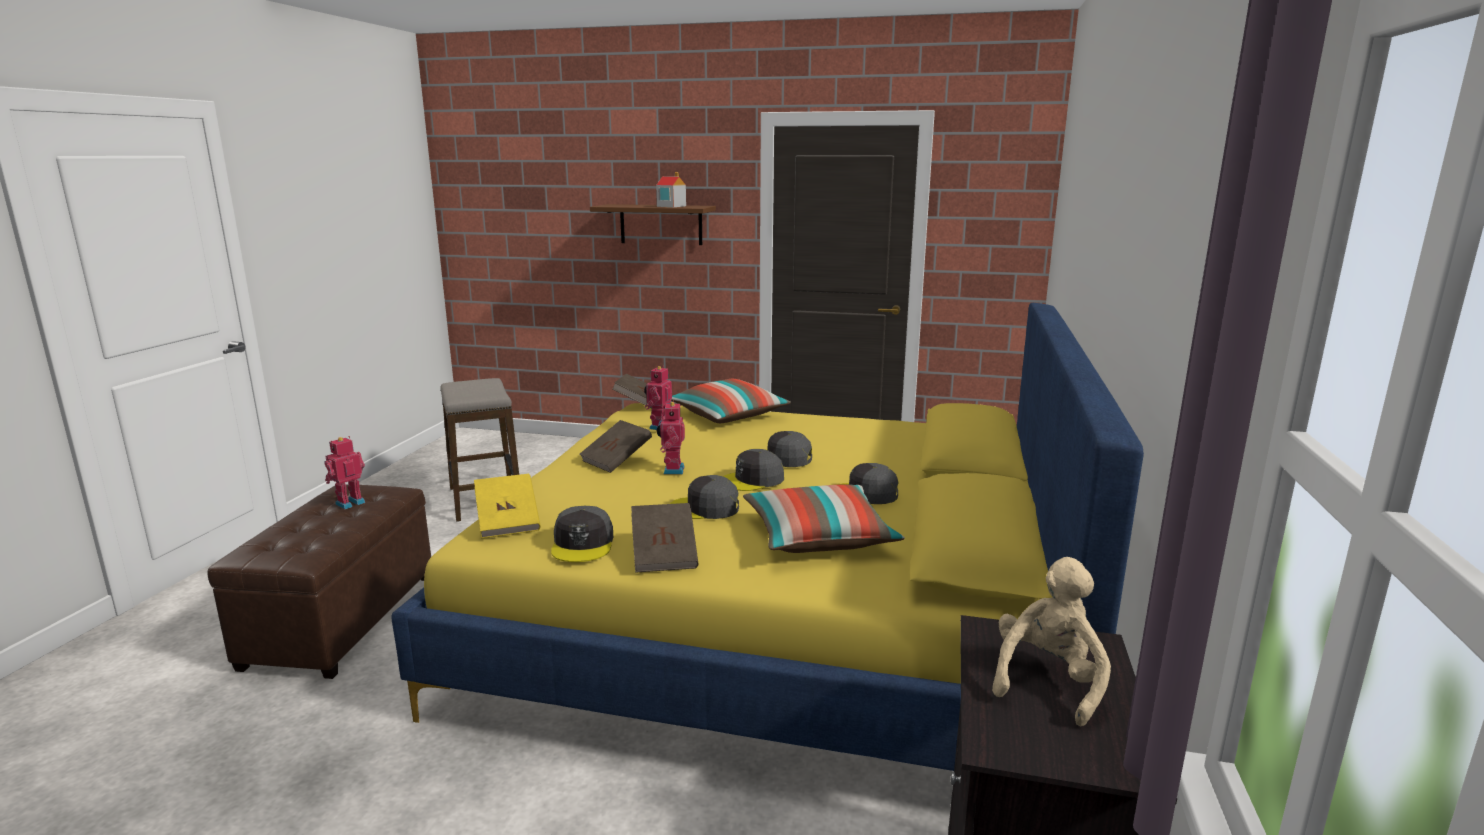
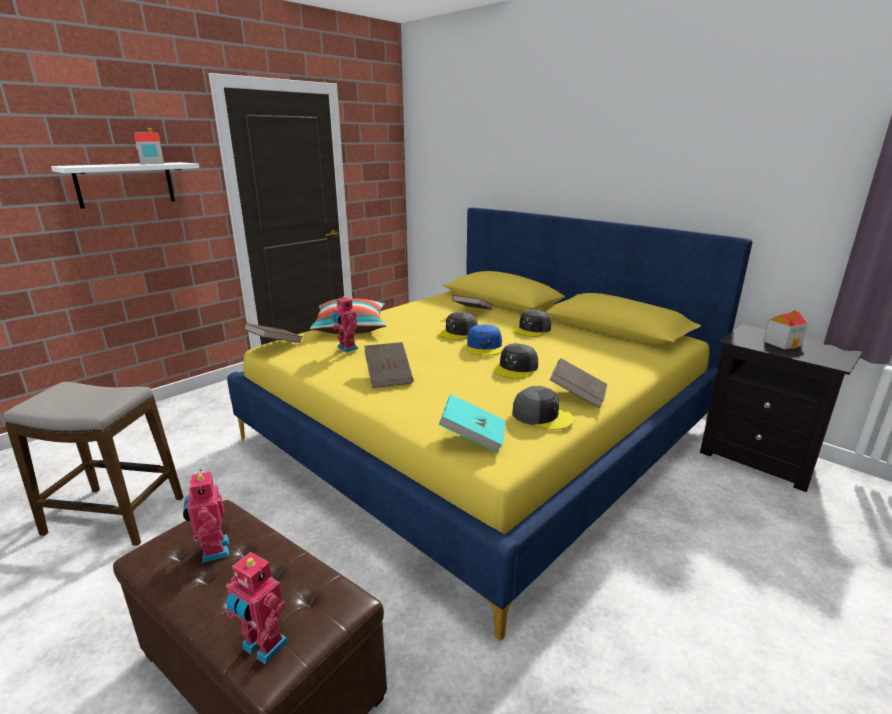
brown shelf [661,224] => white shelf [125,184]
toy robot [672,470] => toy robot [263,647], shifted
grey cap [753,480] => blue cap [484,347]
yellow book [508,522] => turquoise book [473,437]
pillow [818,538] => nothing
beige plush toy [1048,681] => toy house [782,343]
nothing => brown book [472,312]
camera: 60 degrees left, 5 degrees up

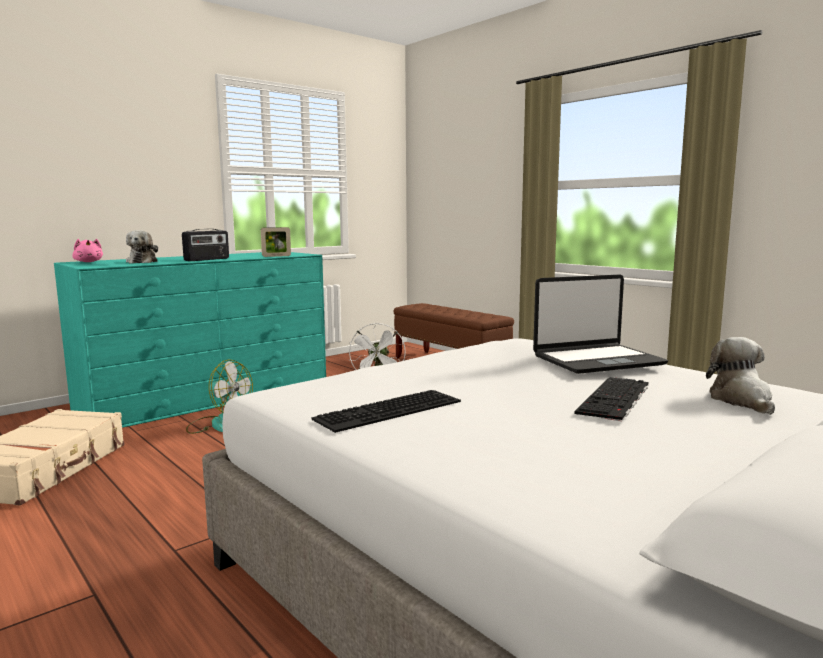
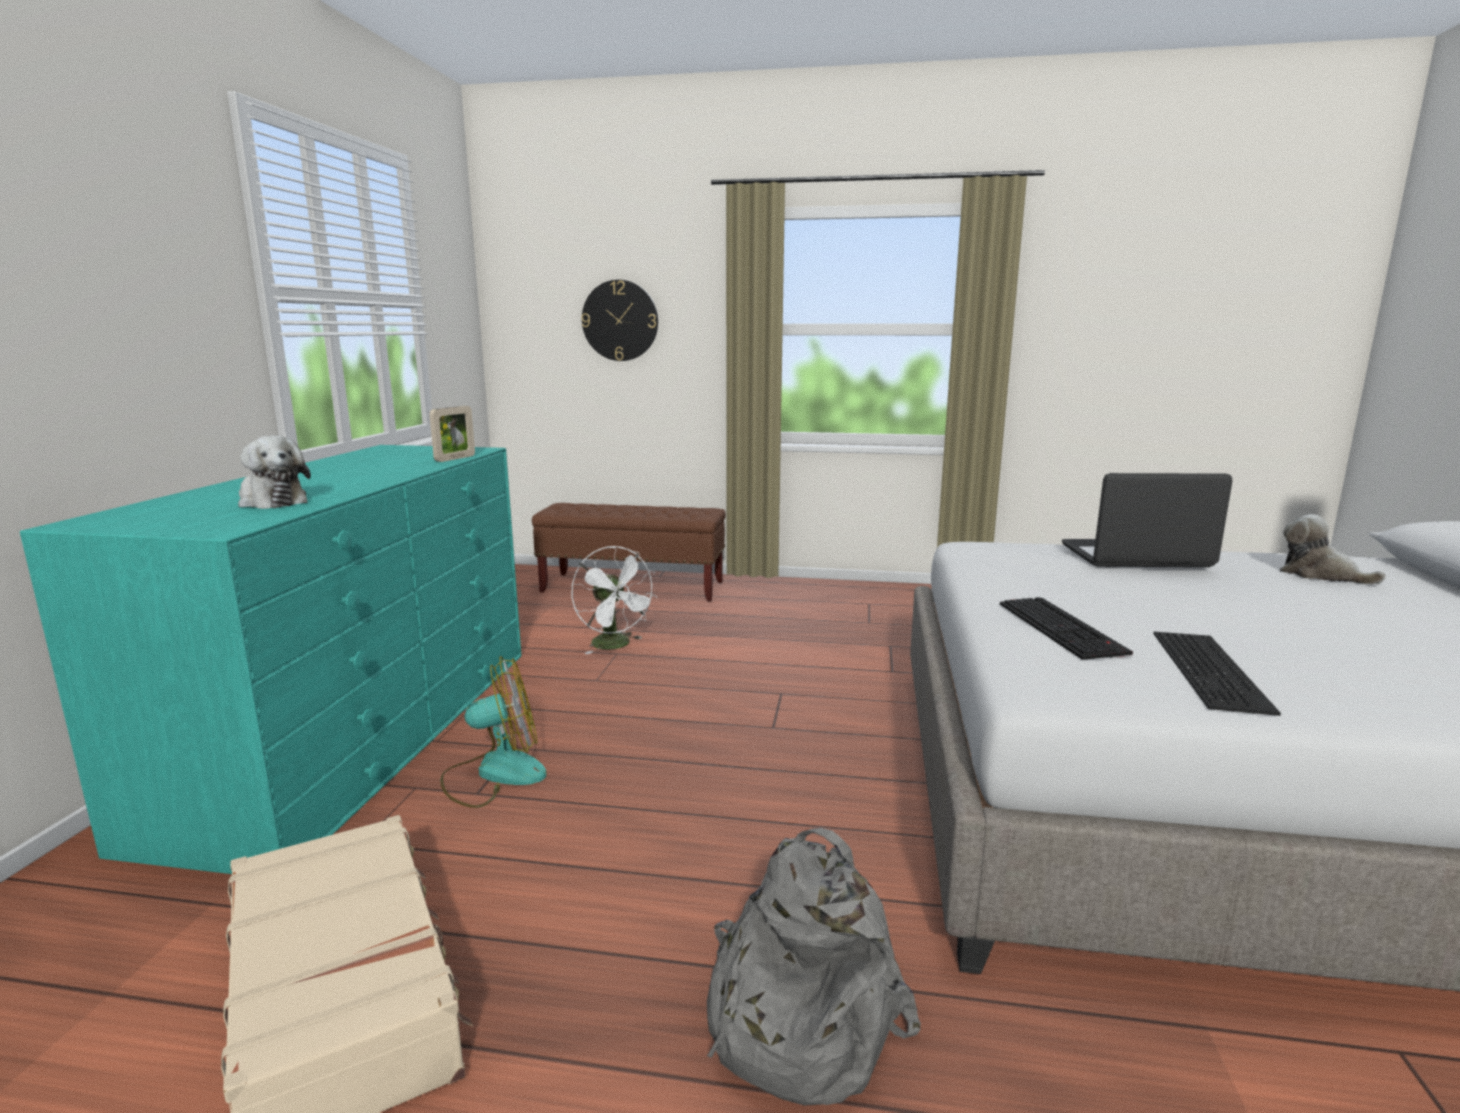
radio [207,259] => nothing
pink plush toy [88,262] => nothing
laptop [597,360] => laptop [1136,557], 120 degrees counterclockwise
keyboard [615,399] => keyboard [1063,628], shifted
nothing => wall clock [620,320]
nothing => grey backpack [796,1019]
camera: 40 degrees left, 5 degrees up

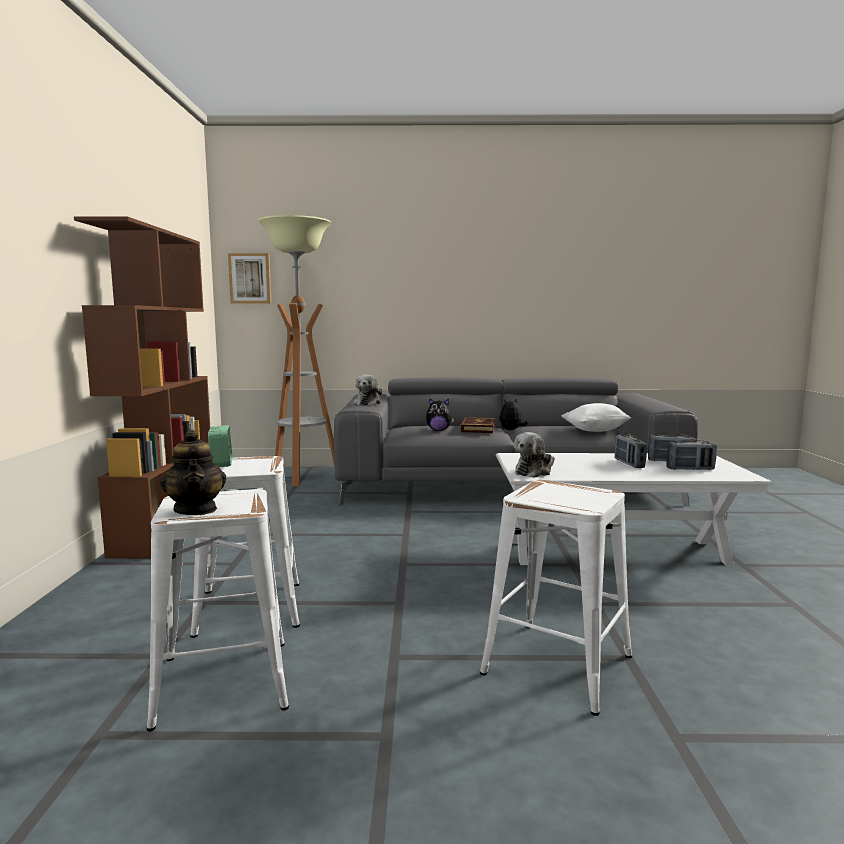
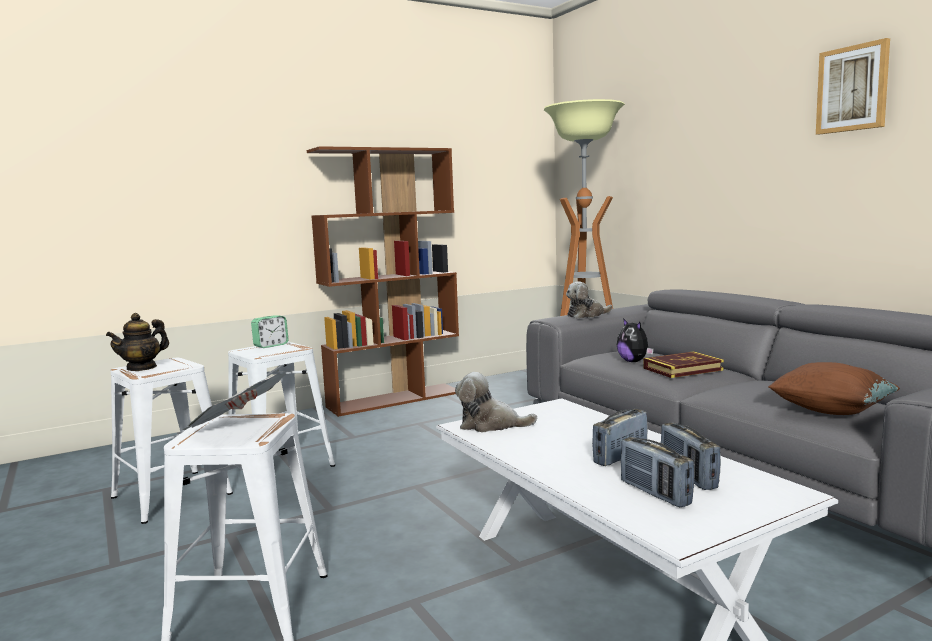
picture [250,278] => picture [852,89], shifted
plush toy [511,430] => nothing
white pillow [595,430] => brown pillow [831,411]
nothing => newspaper [238,428]
camera: 60 degrees right, 0 degrees up

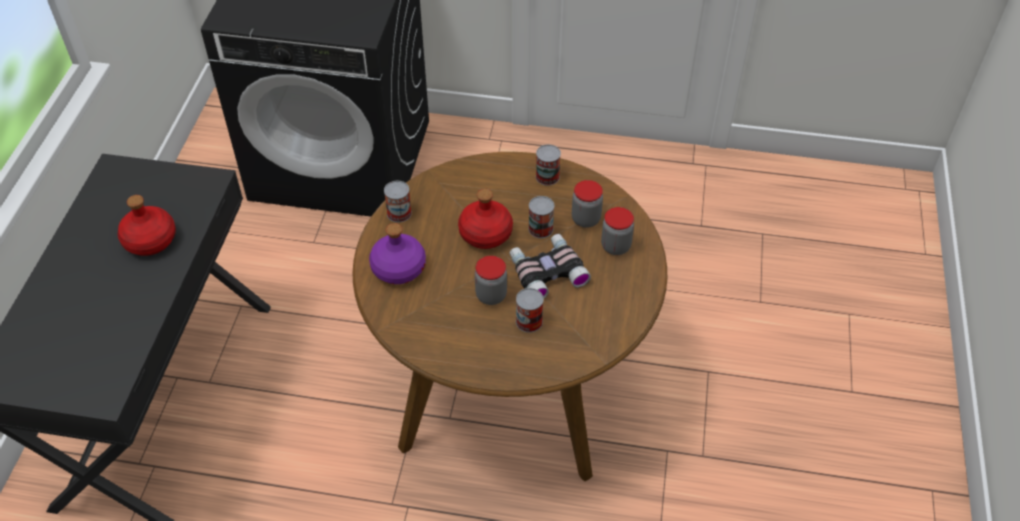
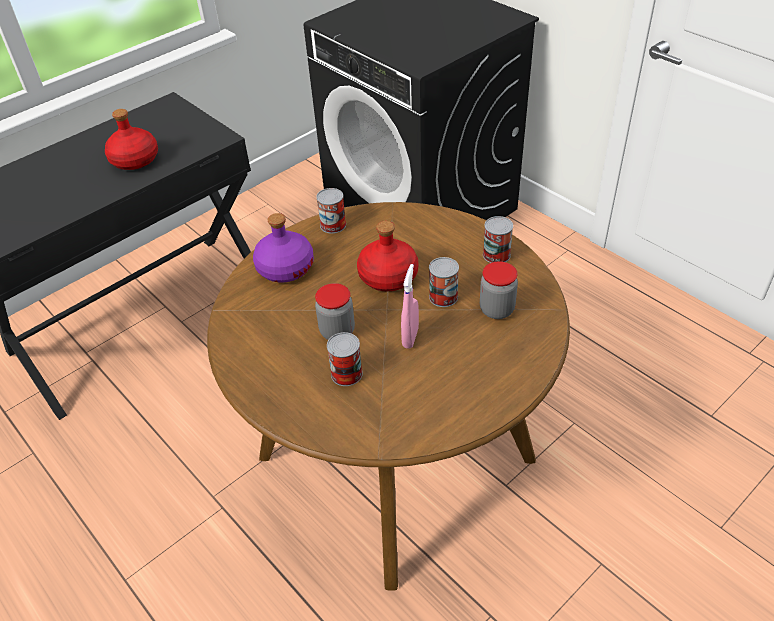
jar [615,246] => nothing
binoculars [547,271] => pink spray bottle [410,337]
camera: 40 degrees right, 5 degrees down

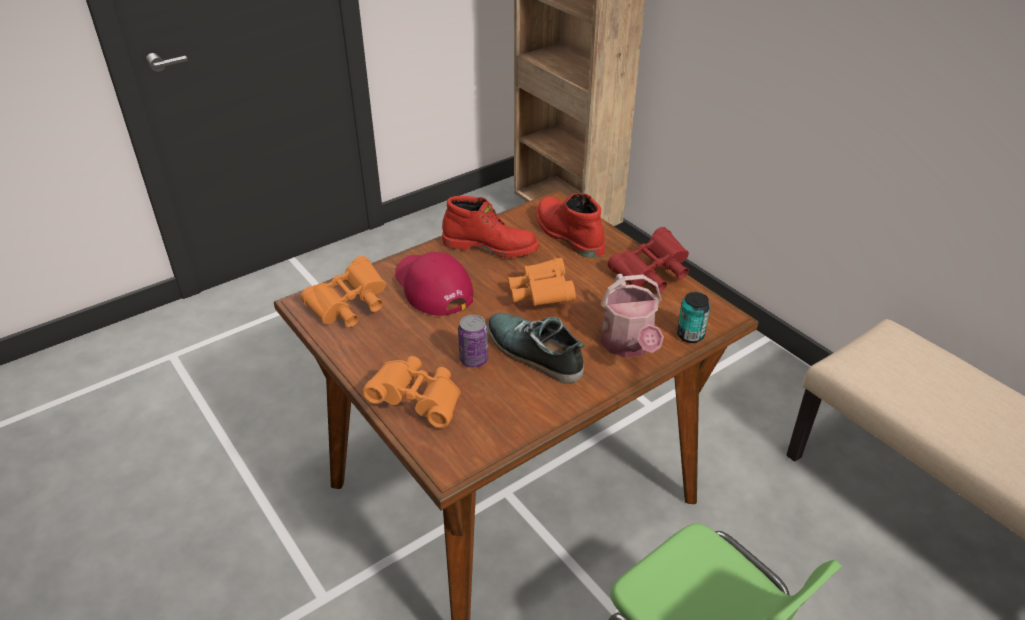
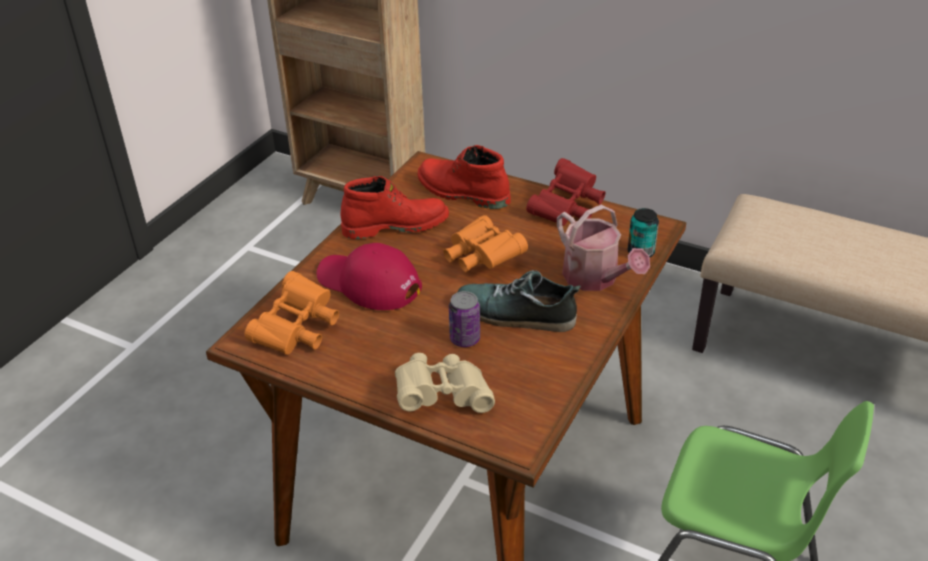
orange binoculars [418,402] => beige binoculars [442,396]
camera: 25 degrees left, 0 degrees up

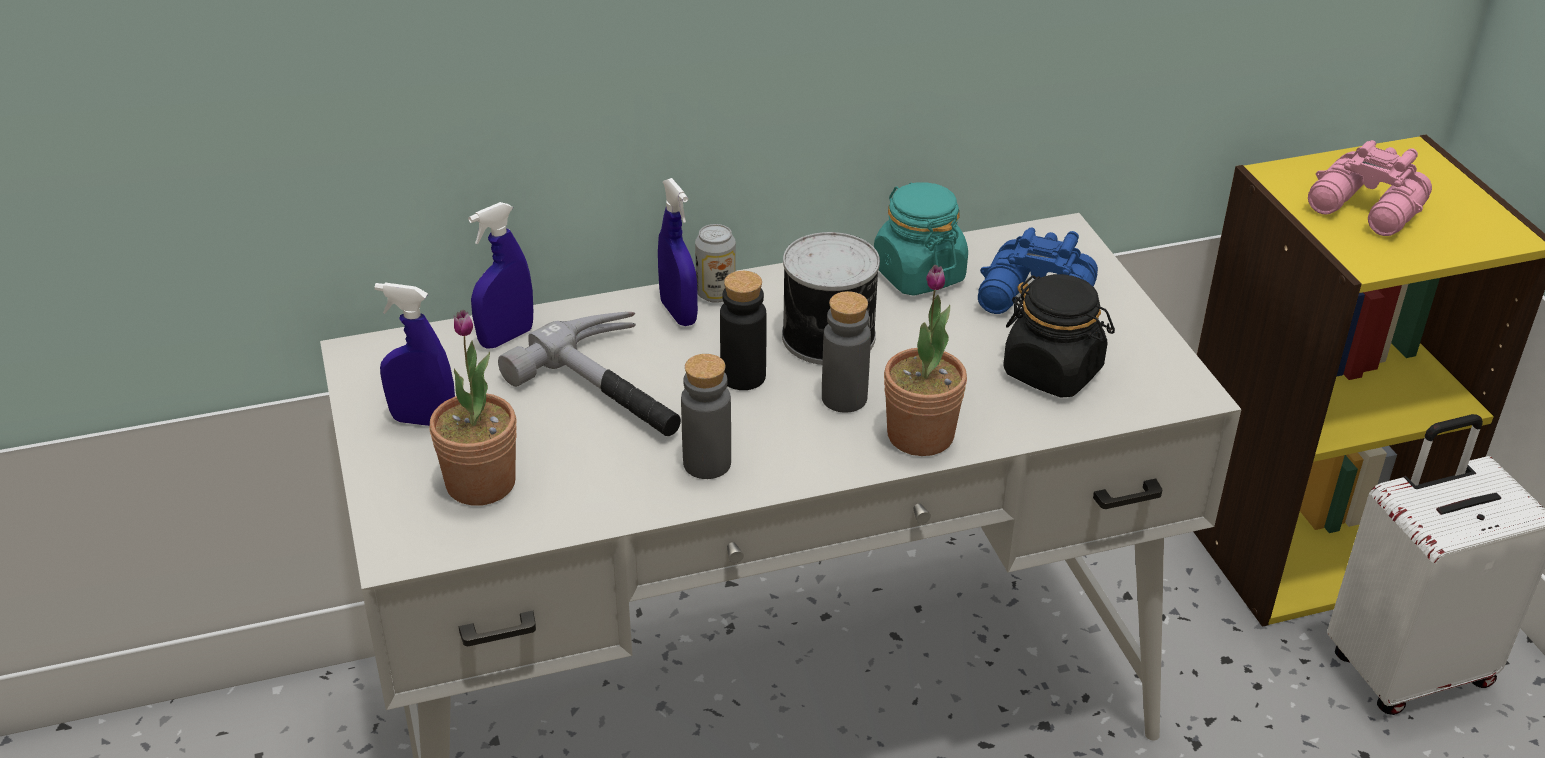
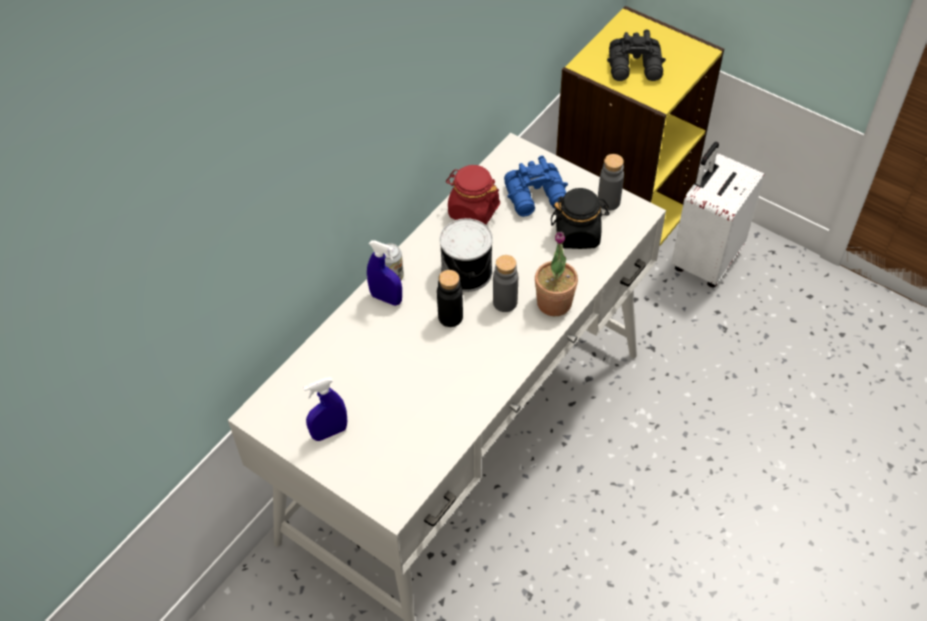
pink binoculars [1366,210] => black binoculars [636,68]
turquoise jar [918,274] => red jar [473,211]
blue spray bottle [506,337] => nothing
potted plant [480,483] => nothing
hammer [618,387] => nothing
grey bottle [707,463] => grey bottle [608,202], shifted
camera: 35 degrees left, 15 degrees up

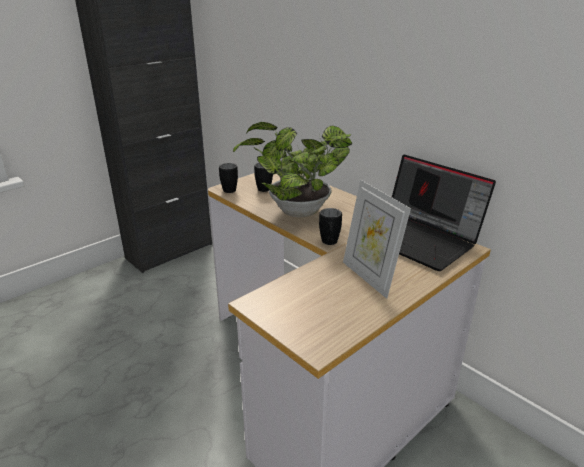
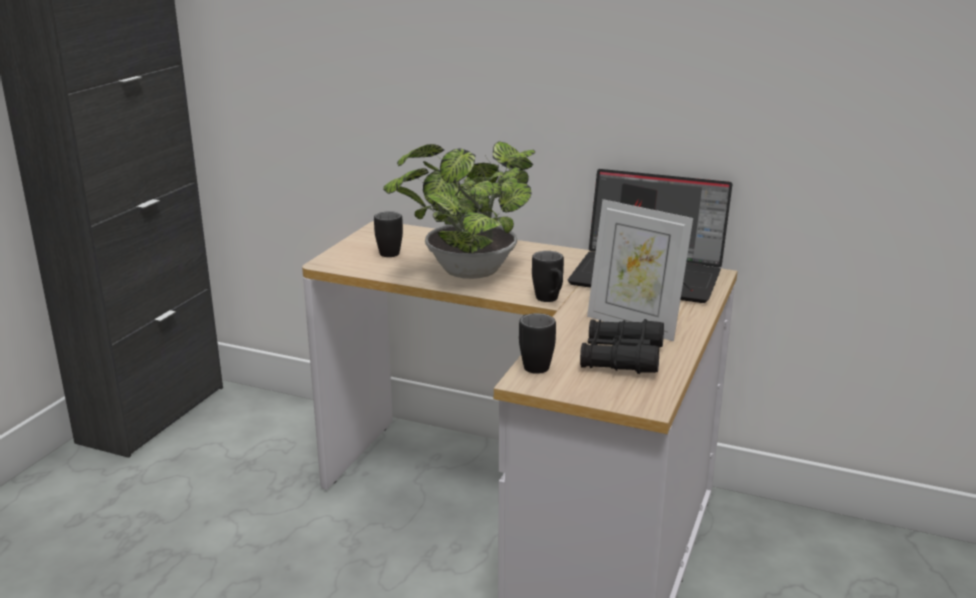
black mug [230,188] => black mug [533,363], shifted
nothing => black binoculars [621,357]
camera: 25 degrees left, 5 degrees down

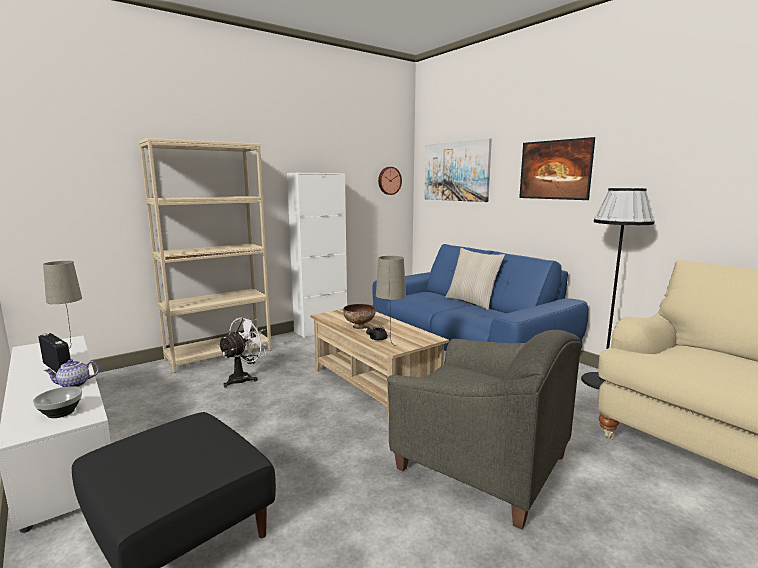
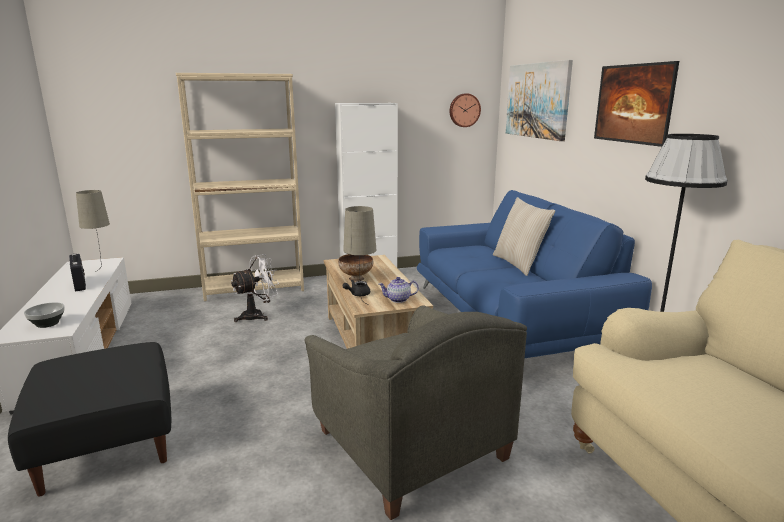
teapot [74,385] => teapot [398,300], shifted
camera: 20 degrees right, 5 degrees up

